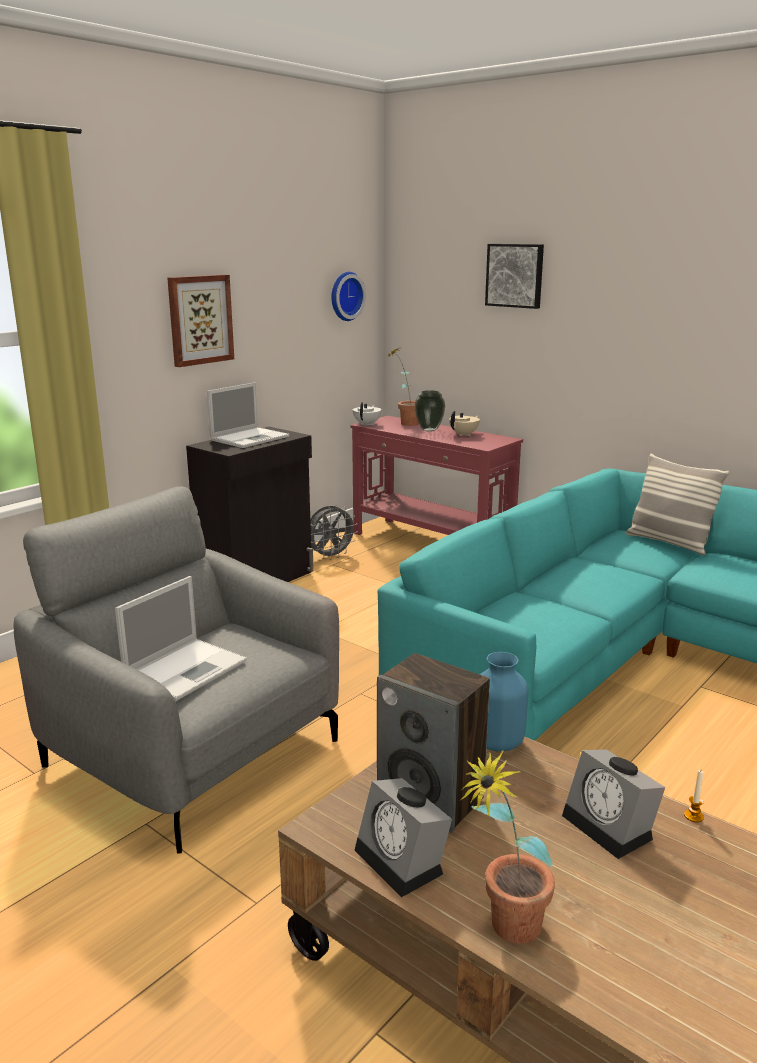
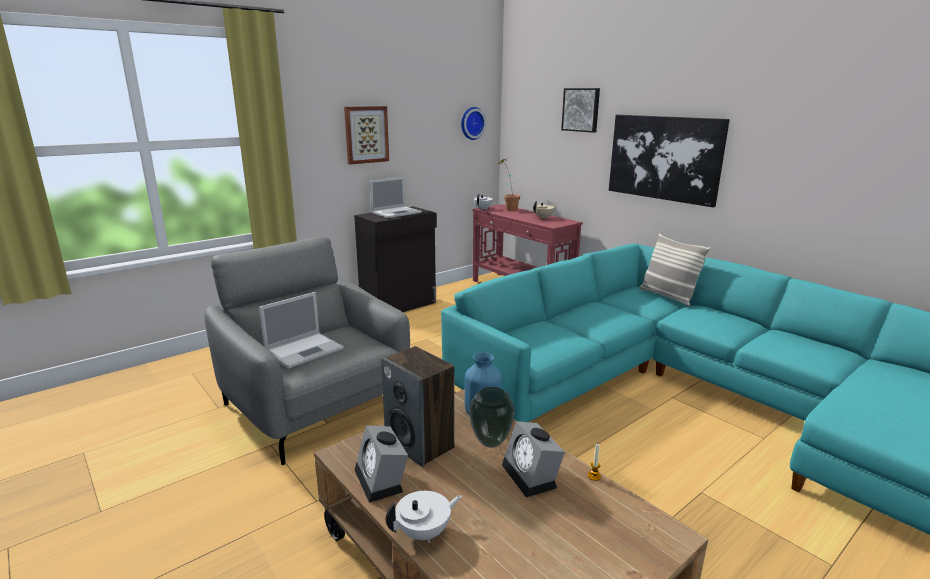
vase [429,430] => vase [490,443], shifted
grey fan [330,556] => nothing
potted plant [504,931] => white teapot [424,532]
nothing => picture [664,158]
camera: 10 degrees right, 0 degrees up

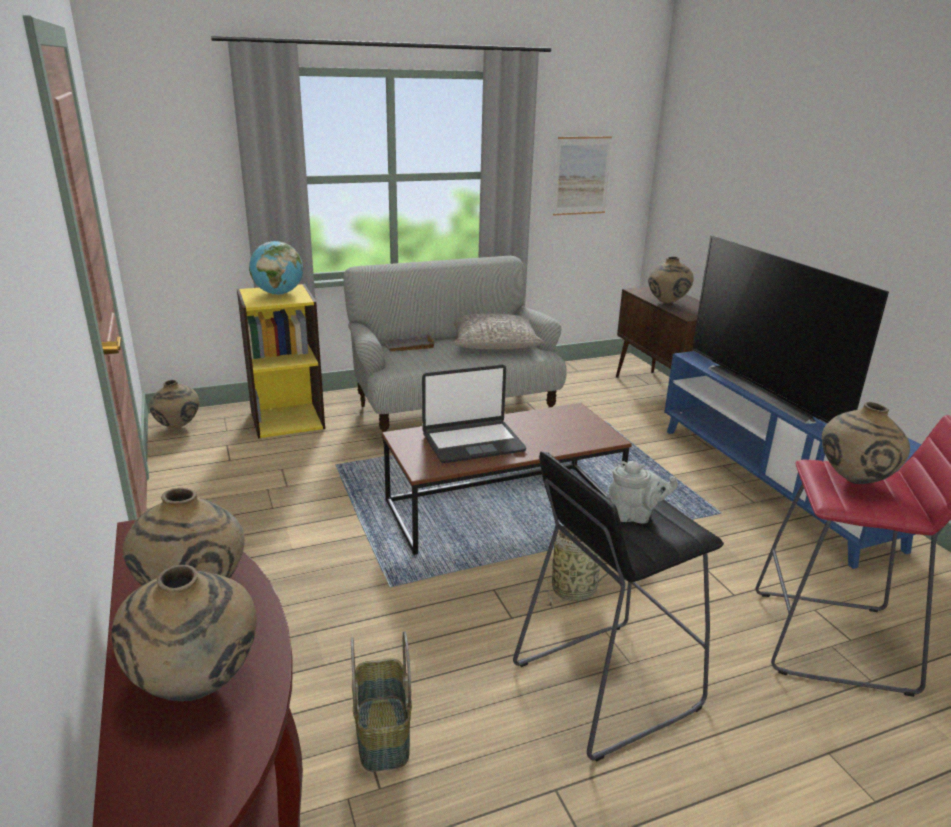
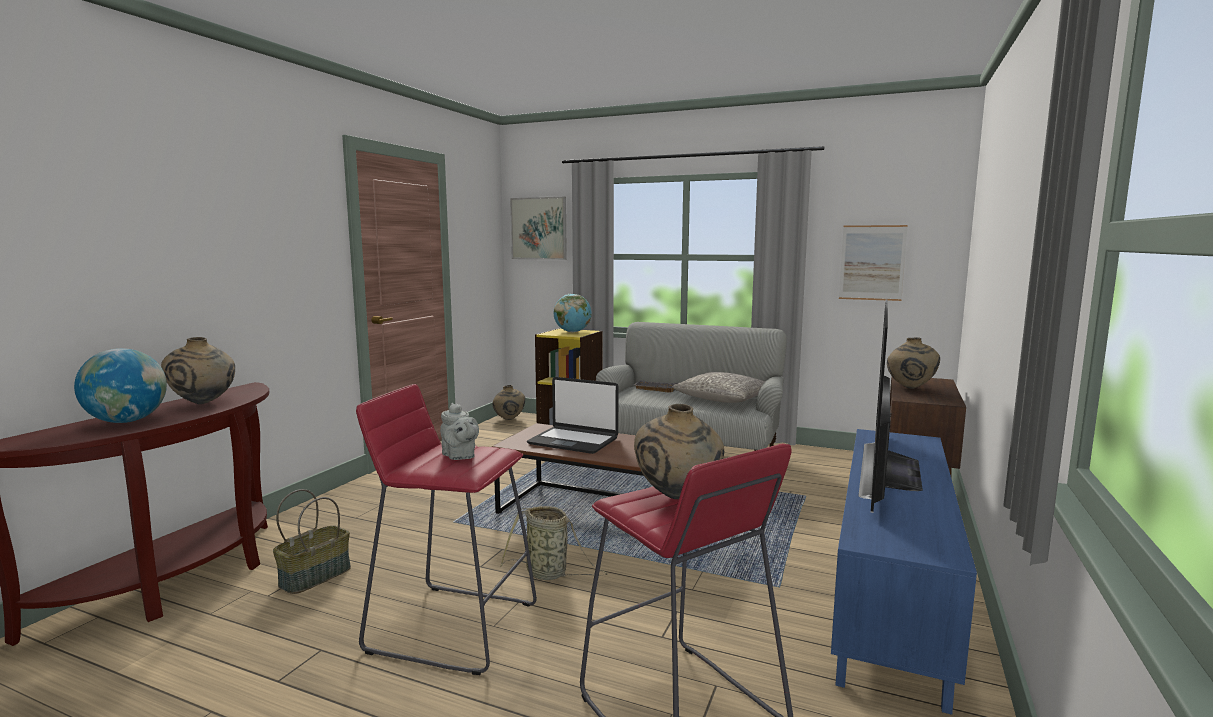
black stool [604,685] => red stool [452,626]
beige vase [197,684] => globe [127,421]
nothing => picture [539,228]
camera: 45 degrees right, 15 degrees down

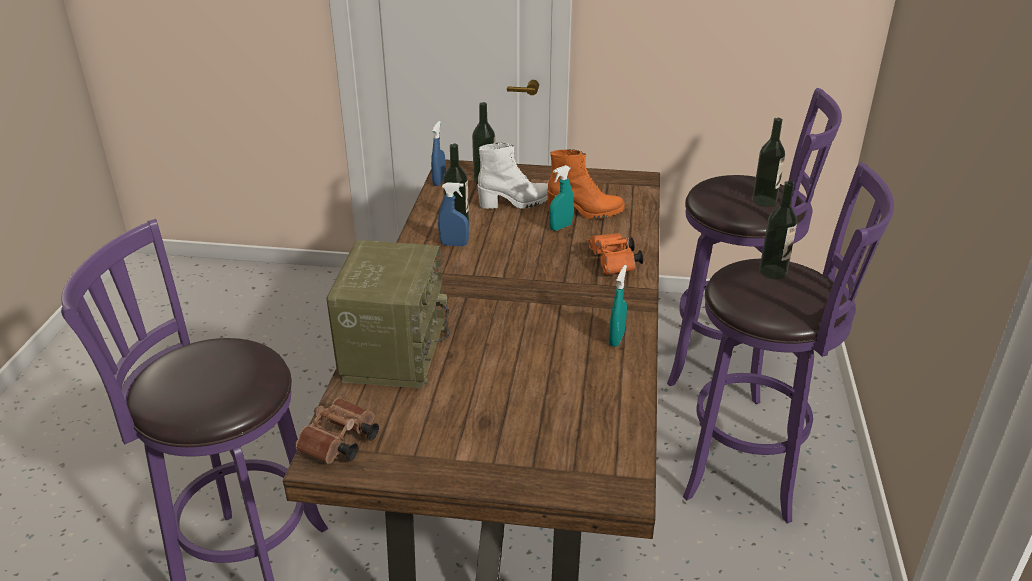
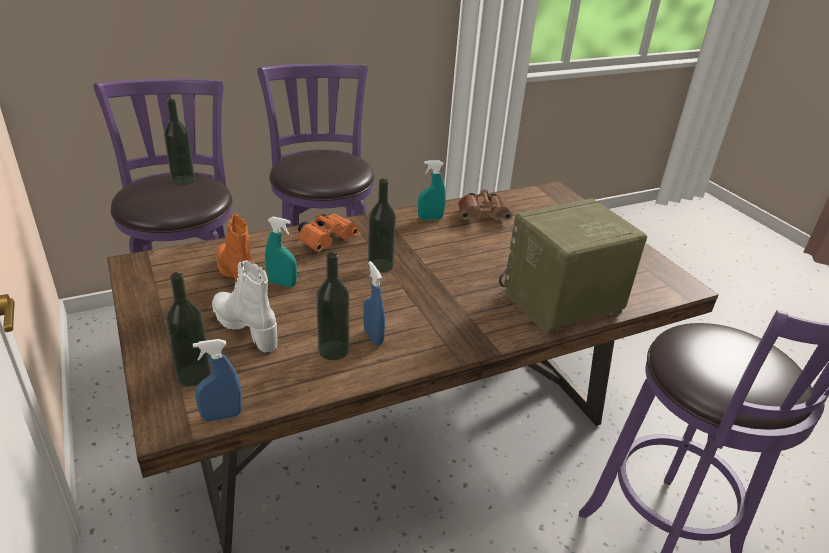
bottle [773,272] => bottle [380,265], shifted
brown binoculars [339,444] => brown binoculars [484,216], shifted
camera: 125 degrees left, 0 degrees up

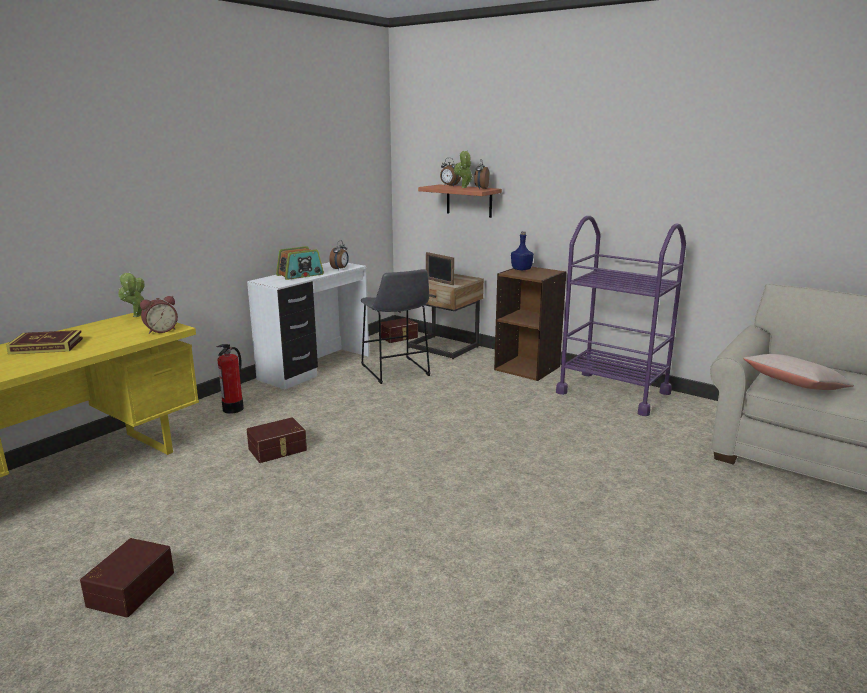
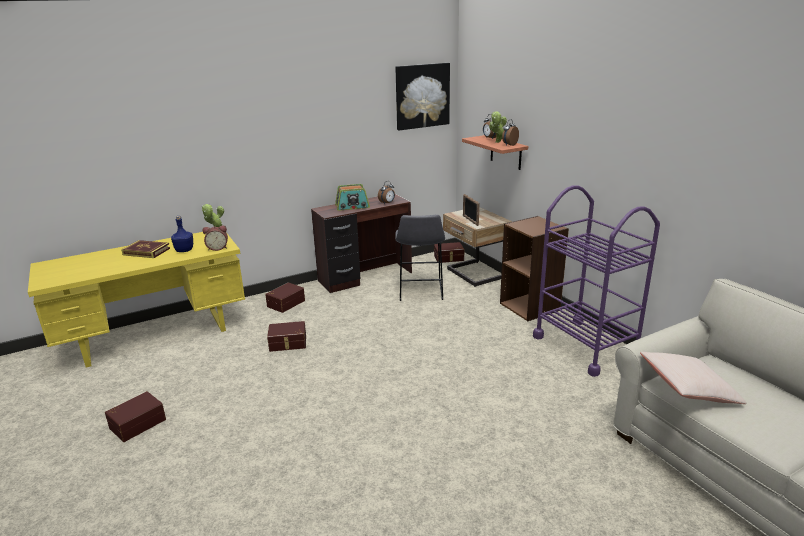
blue bottle [521,269] => blue bottle [184,250], shifted
white desk [316,367] => brown desk [366,277]
fire extinguisher [233,409] => brown storage box [285,303]
nothing => picture [422,96]
camera: 25 degrees right, 5 degrees up

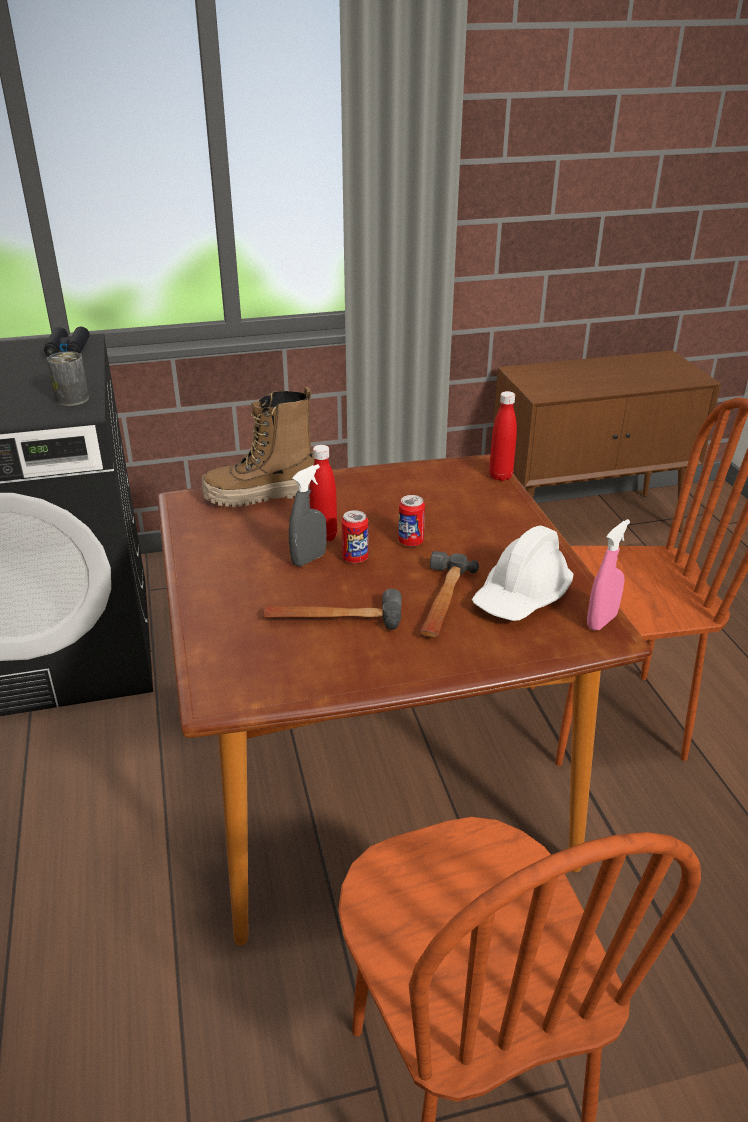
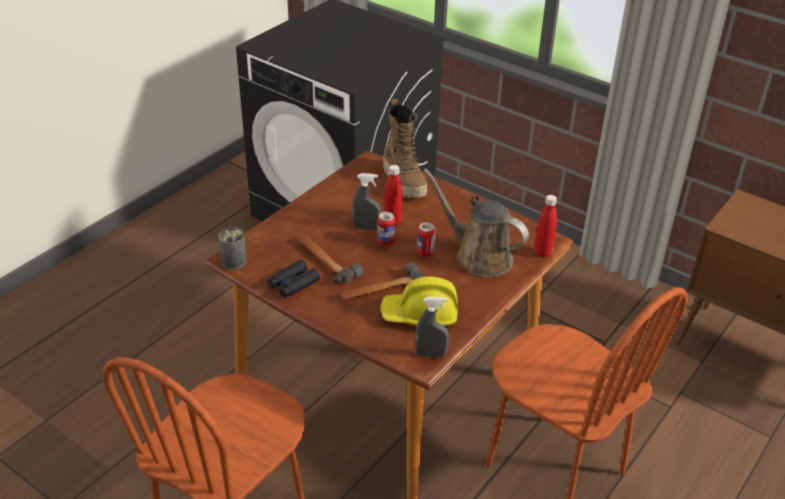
black binoculars [68,349] => black binoculars [293,284], shifted
can [72,399] => can [234,261], shifted
boot [261,496] => boot [404,181], 150 degrees counterclockwise
pink spray bottle [601,621] => grey spray bottle [430,354]
white hard hat [522,596] => yellow hard hat [420,315]
nothing => brown watering can [479,256]
camera: 50 degrees right, 5 degrees up

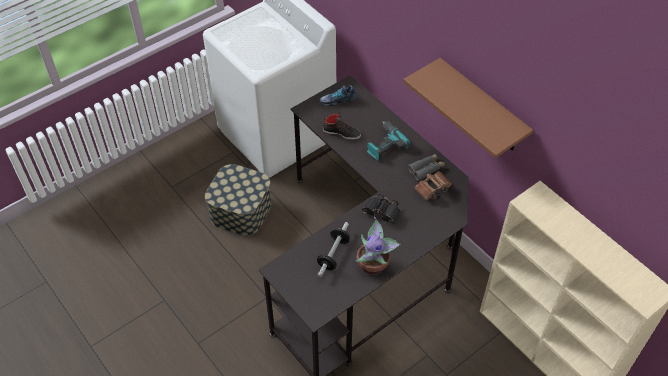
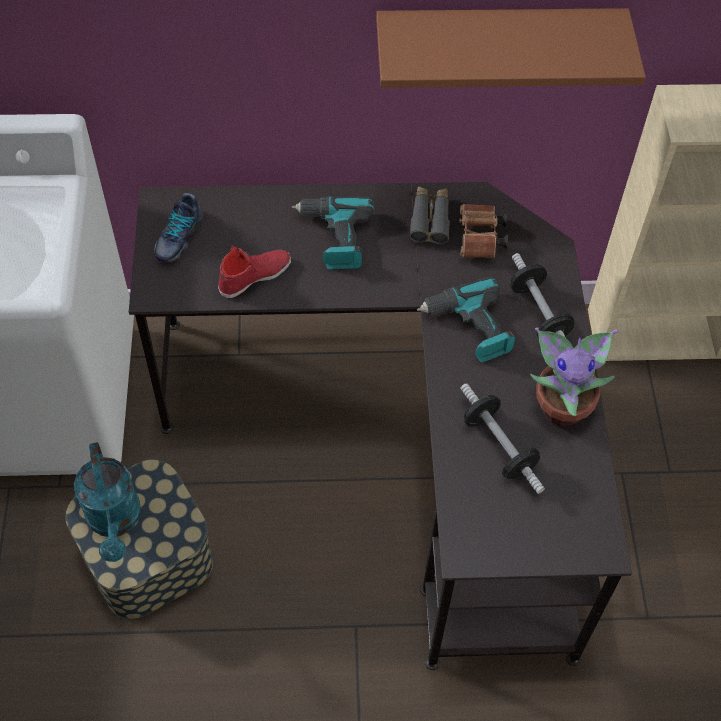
black shoe [342,132] => red shoe [254,276]
black binoculars [383,213] => power drill [469,328]
nothing => dumbbell [539,314]
nothing => turquoise watering can [115,521]
camera: 55 degrees left, 5 degrees up

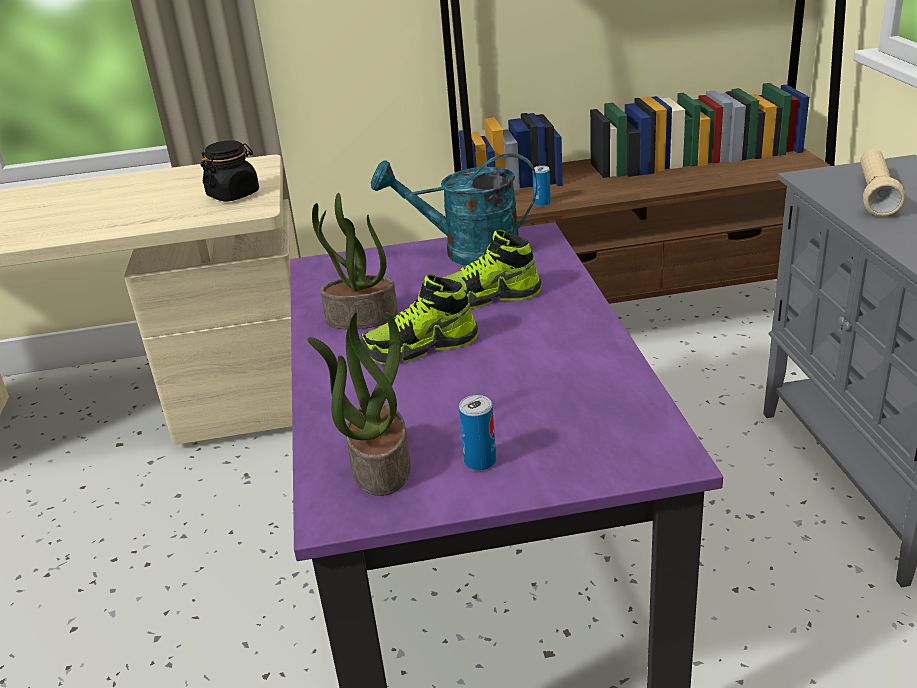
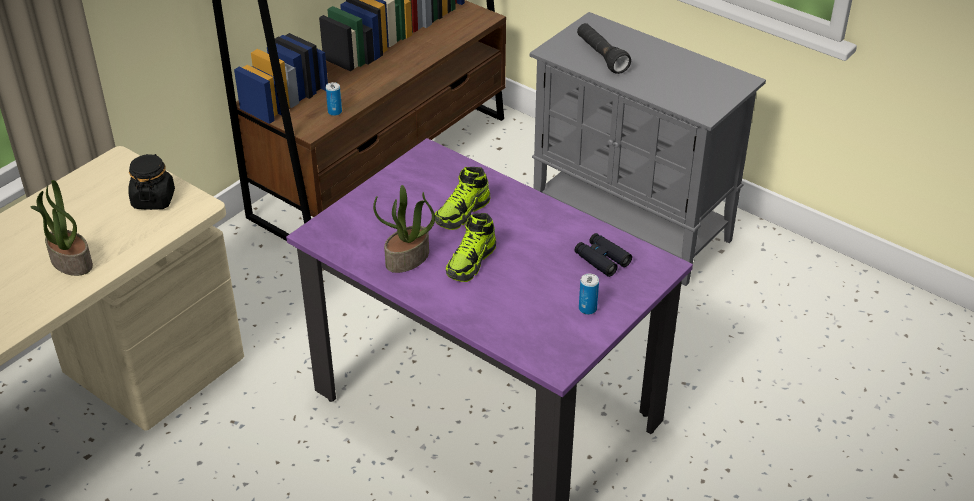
beige flashlight [875,195] => black flashlight [601,56]
turquoise watering can [468,252] => nothing
potted plant [379,466] => potted plant [70,262], shifted
nothing => black binoculars [602,259]
camera: 45 degrees left, 10 degrees up

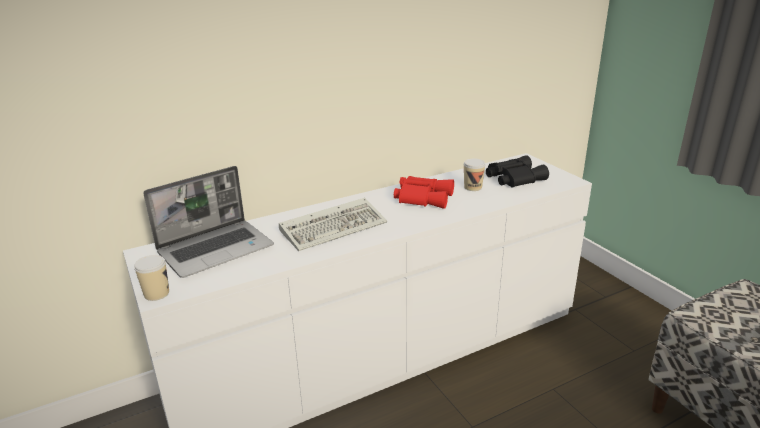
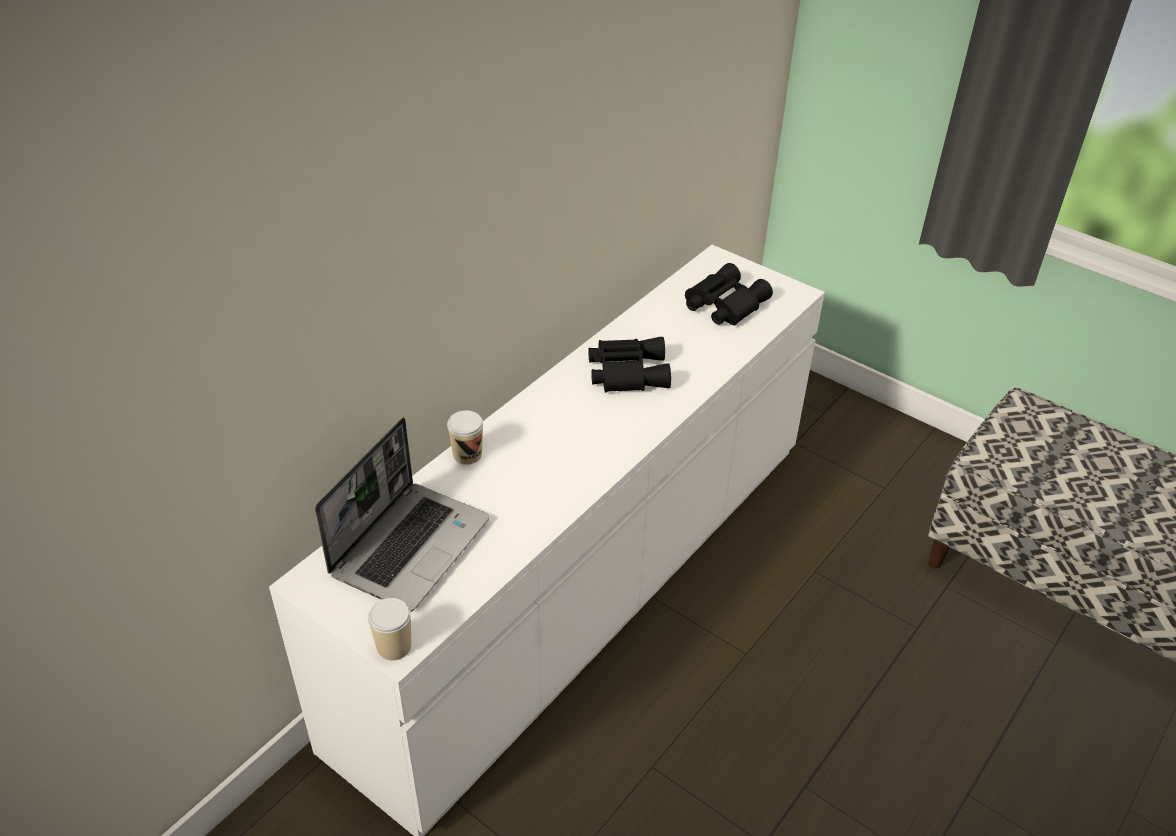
cup [473,187] => cup [467,454], shifted
red binoculars [423,197] => black binoculars [626,371]
keyboard [335,227] => nothing
camera: 25 degrees left, 15 degrees up

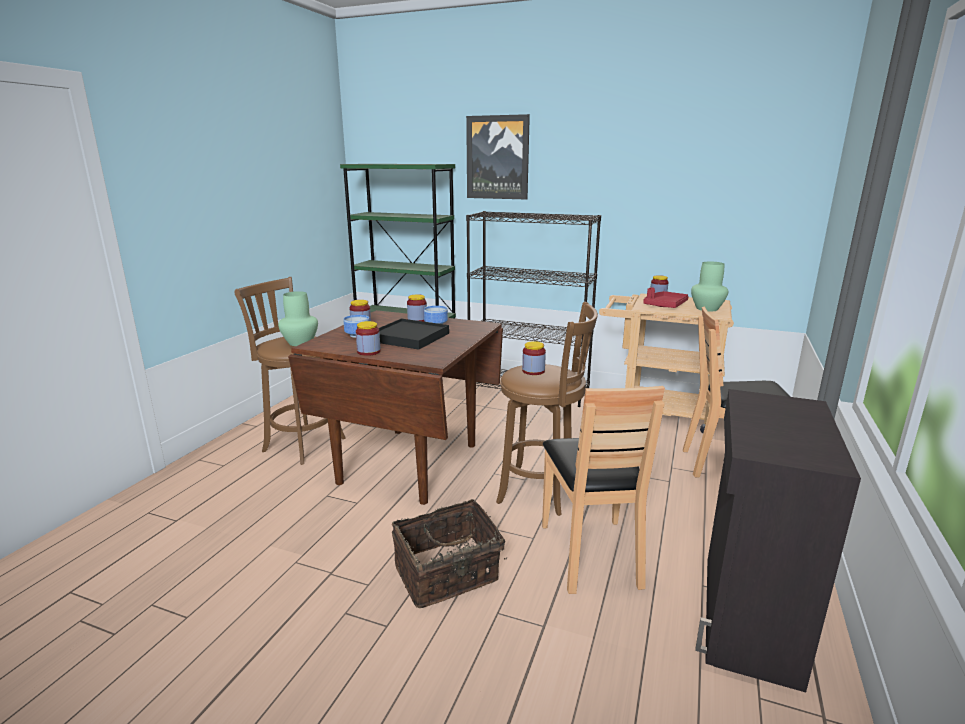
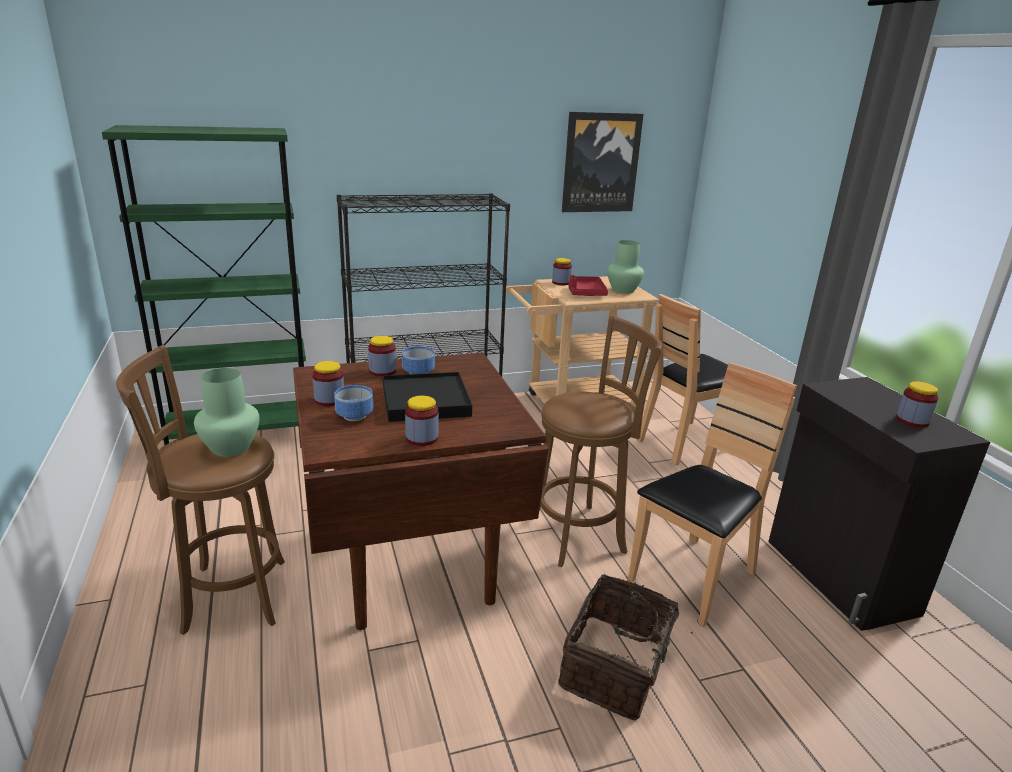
picture [497,157] => picture [600,163], shifted
jar [533,371] => jar [912,420], shifted
brown chair [591,553] => brown chair [693,579], 90 degrees counterclockwise
camera: 40 degrees left, 5 degrees up

